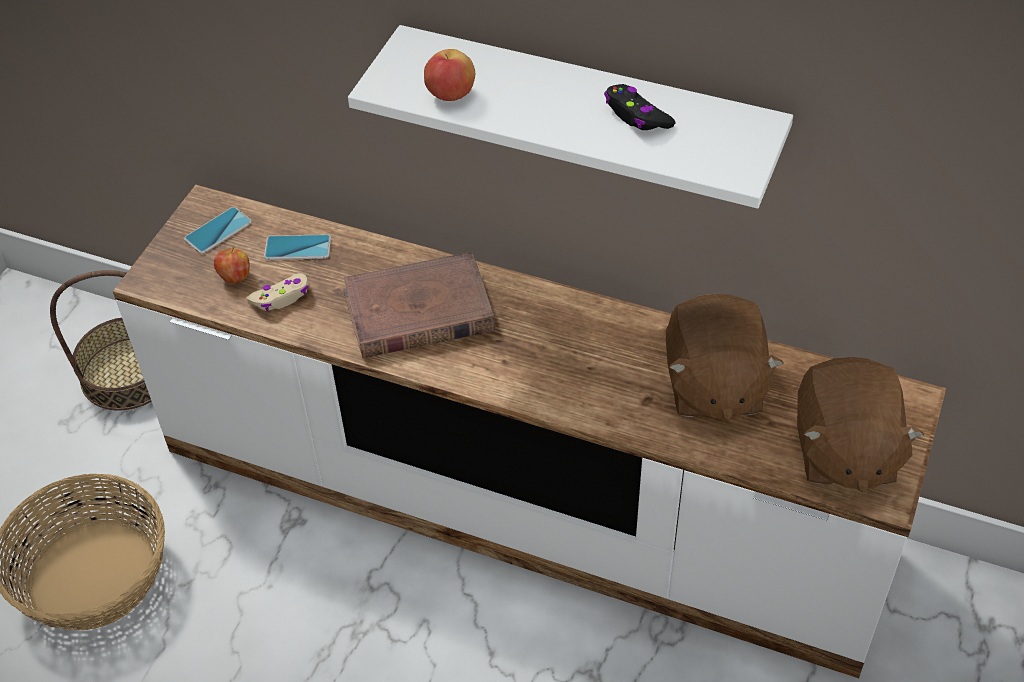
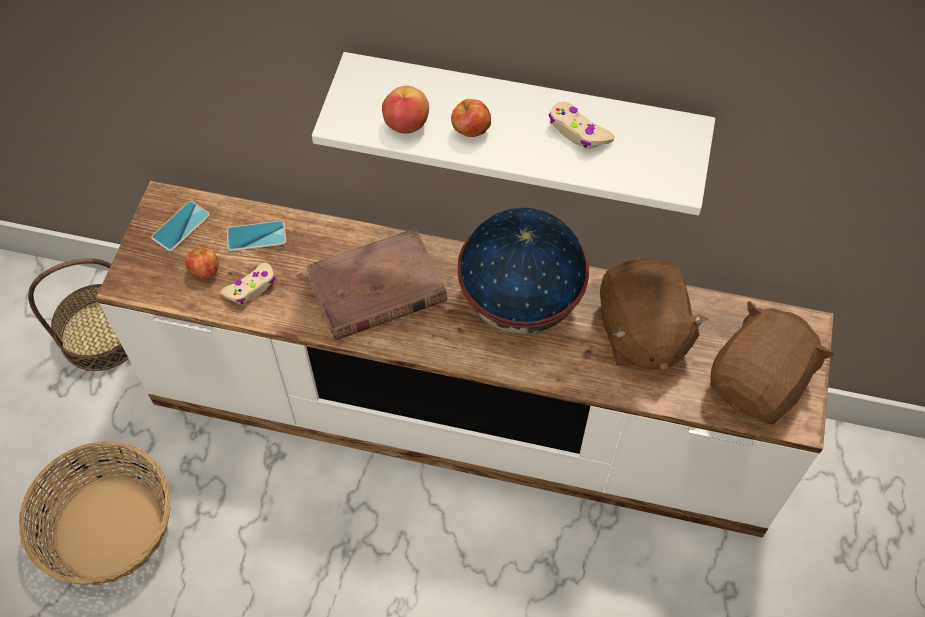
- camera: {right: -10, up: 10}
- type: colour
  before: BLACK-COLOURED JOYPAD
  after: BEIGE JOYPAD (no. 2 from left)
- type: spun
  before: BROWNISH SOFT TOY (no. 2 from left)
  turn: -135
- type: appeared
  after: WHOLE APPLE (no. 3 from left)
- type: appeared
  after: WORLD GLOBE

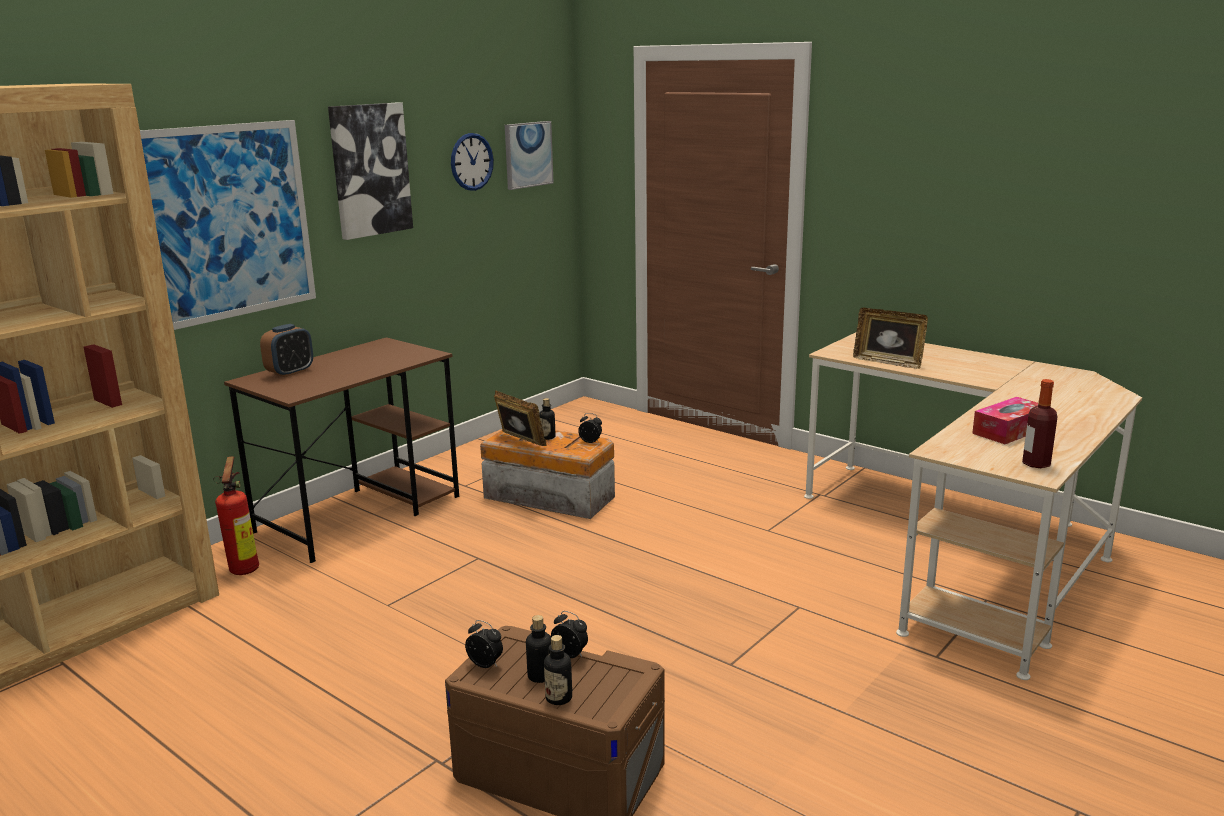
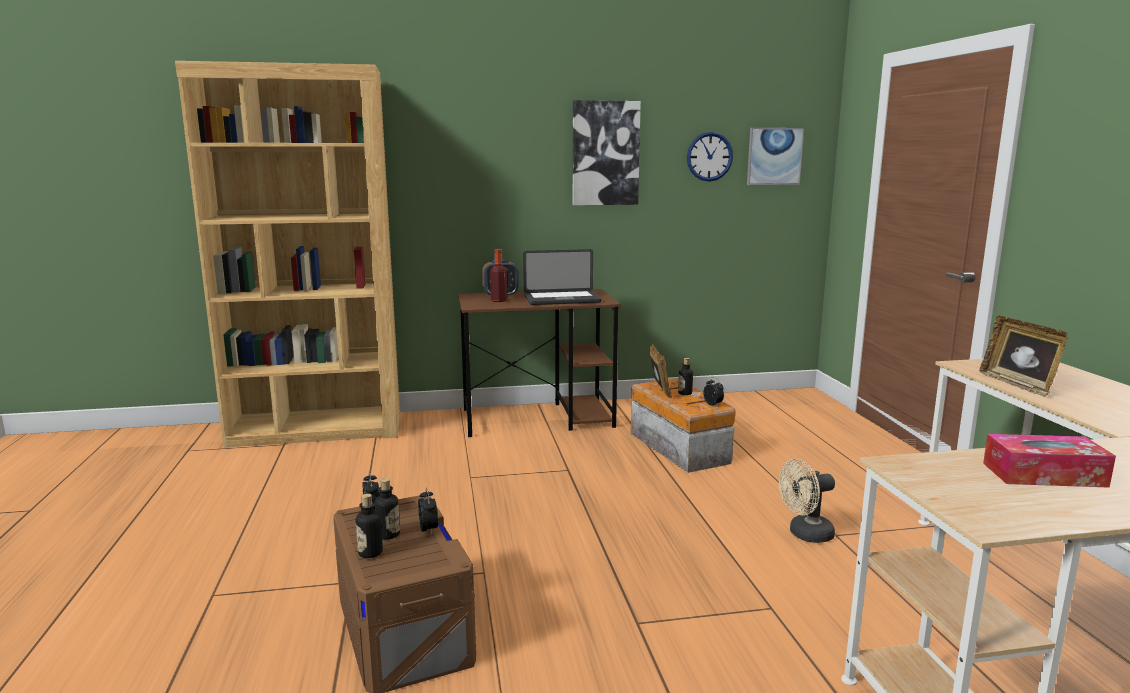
- camera: {right: 40, up: -5}
- type: missing
  before: PICTURE (no. 1 from left)
- type: missing
  before: EXTINGUISHER
- type: relocated
  before: BEVERAGE BOTTLE (no. 4 from left in the first image)
  after: BEVERAGE BOTTLE (no. 3 from left)
- type: appeared
  after: LAPTOP
- type: appeared
  after: BEIGE COOLING FAN

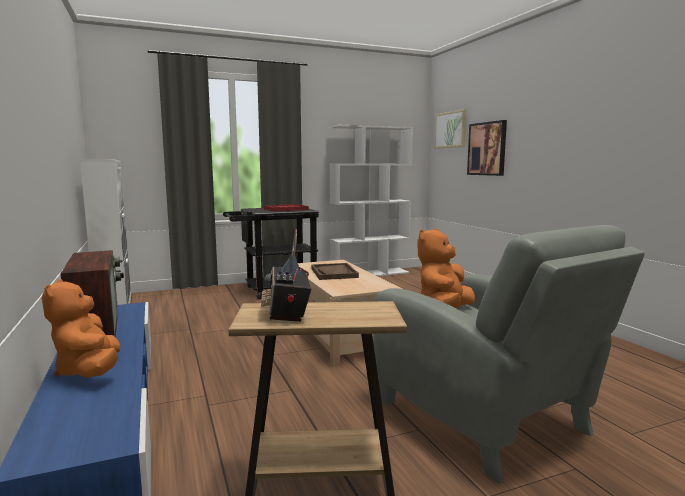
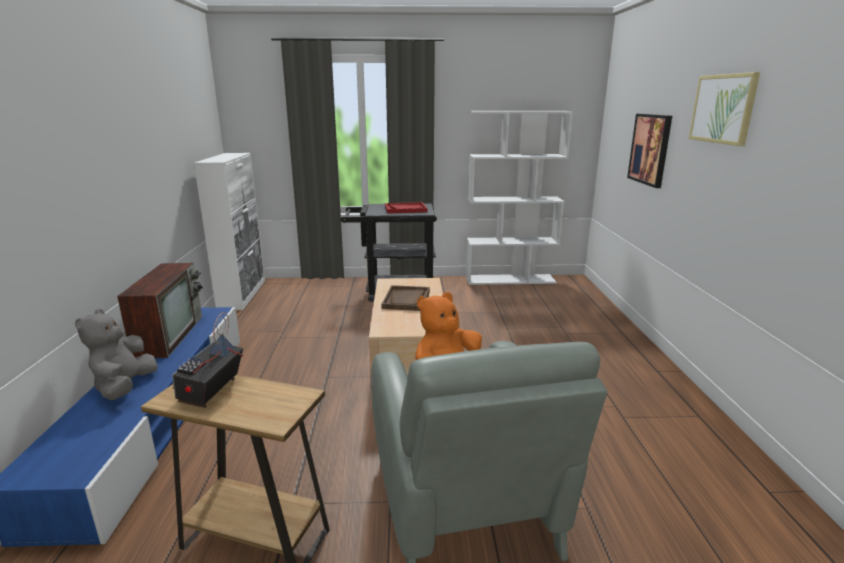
- camera: {right: 20, up: 10}
- type: colour
  before: ORANGE SOFT TOY (no. 1 from left)
  after: GREY SOFT TOY
- type: relocated
  before: PICTURE (no. 1 from left in the first image)
  after: PICTURE (no. 2 from left)

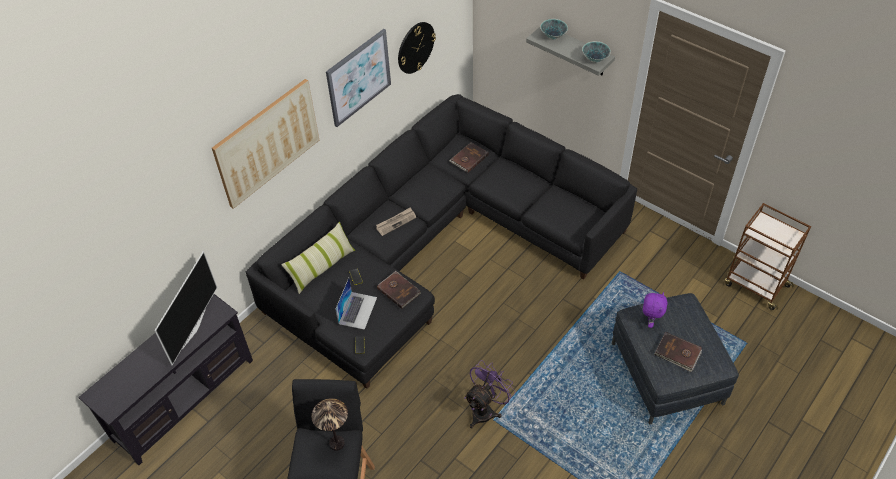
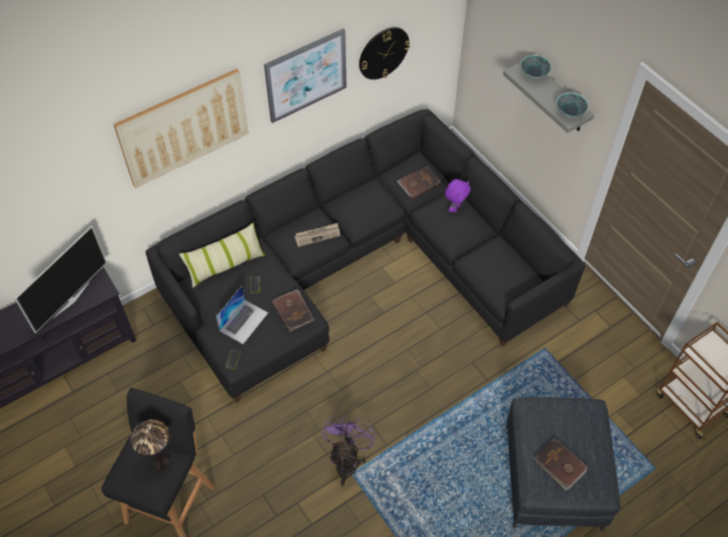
- camera: {right: 15, up: 5}
- type: spun
  before: PURPLE-COLOURED COOLING FAN
  turn: -45
- type: relocated
  before: PURPLE-COLOURED SOFT TOY

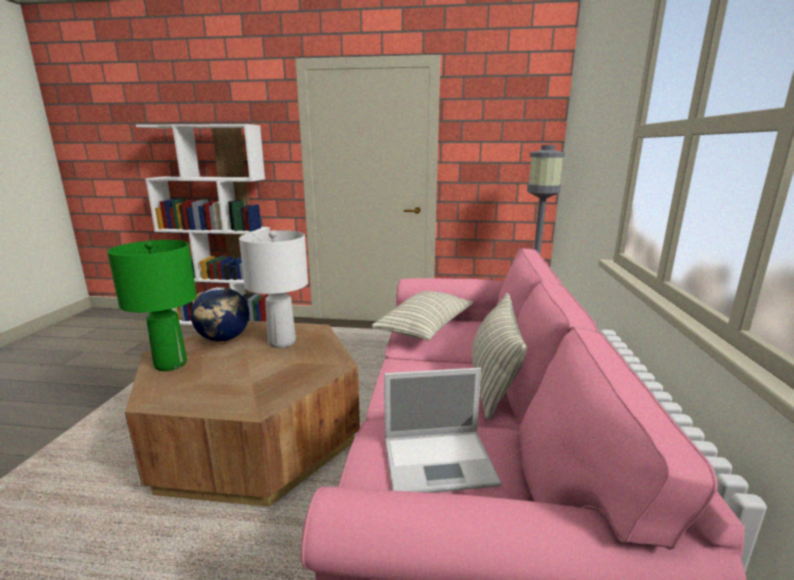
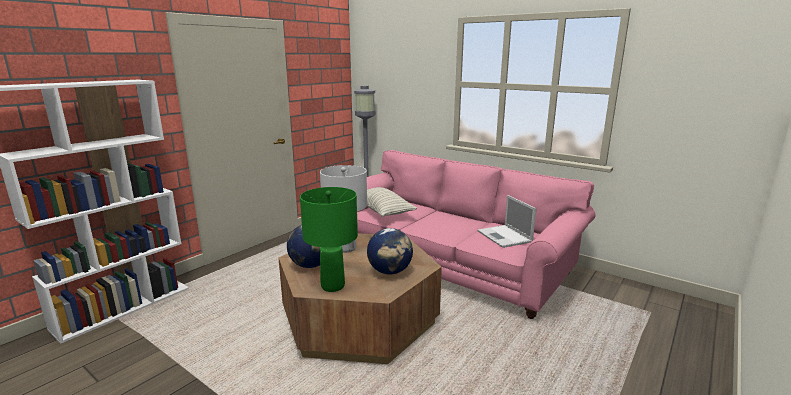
- camera: {right: -60, up: 0}
- type: spun
  before: LAPTOP
  turn: 135
- type: missing
  before: PILLOW (no. 2 from left)
- type: appeared
  after: WORLD GLOBE (no. 2 from left)

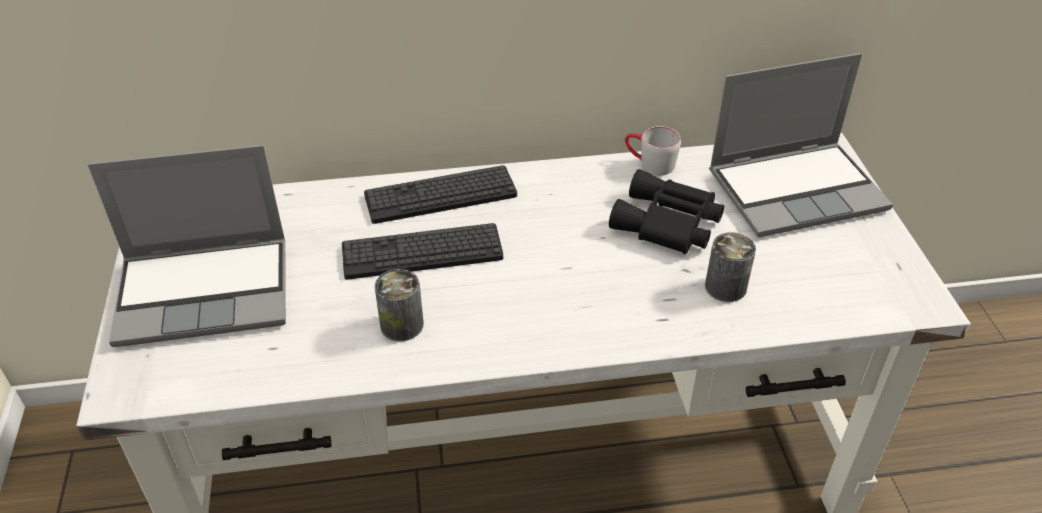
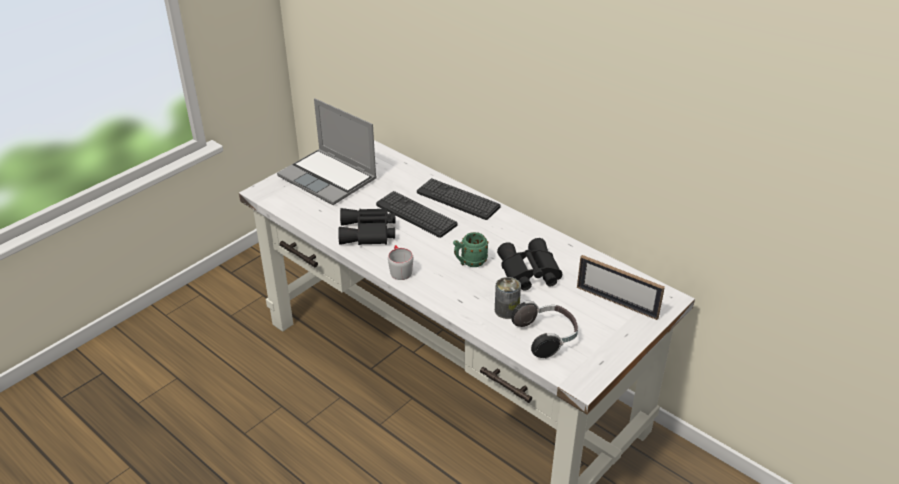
- camera: {right: 50, up: -5}
- type: exchanged
  before: CAN (no. 1 from left)
  after: BLACK-COLOURED BINOCULARS (no. 1 from left)
- type: relocated
  before: GREY COFFEE MUG
- type: exchanged
  before: LAPTOP (no. 2 from left)
  after: PICTURE FRAME
- type: appeared
  after: GREEN-COLOURED COFFEE MUG
- type: appeared
  after: HEADPHONES

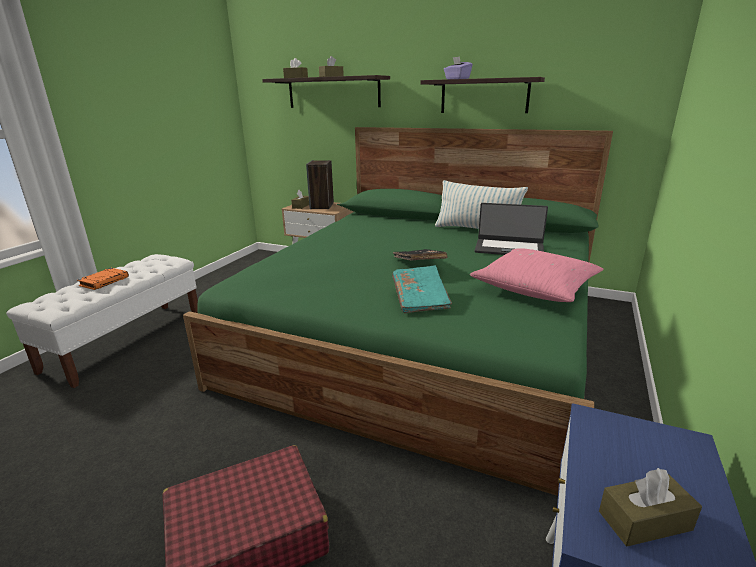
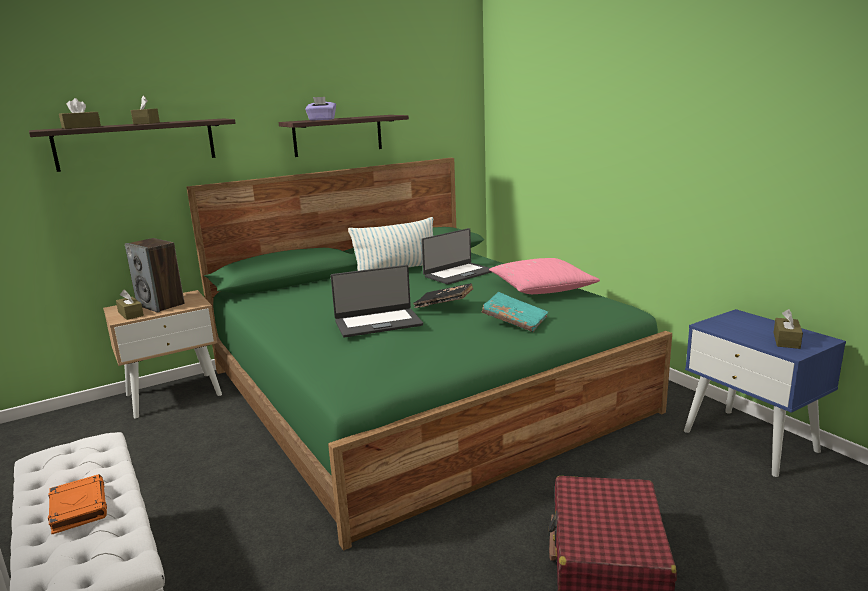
- camera: {right: -55, up: -5}
- type: appeared
  after: LAPTOP (no. 1 from left)

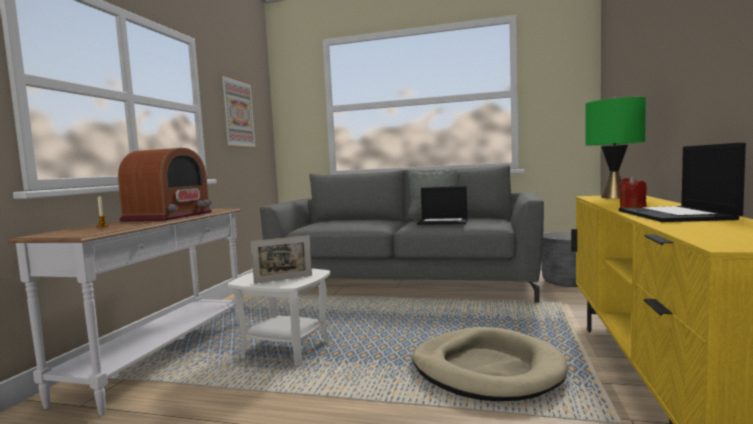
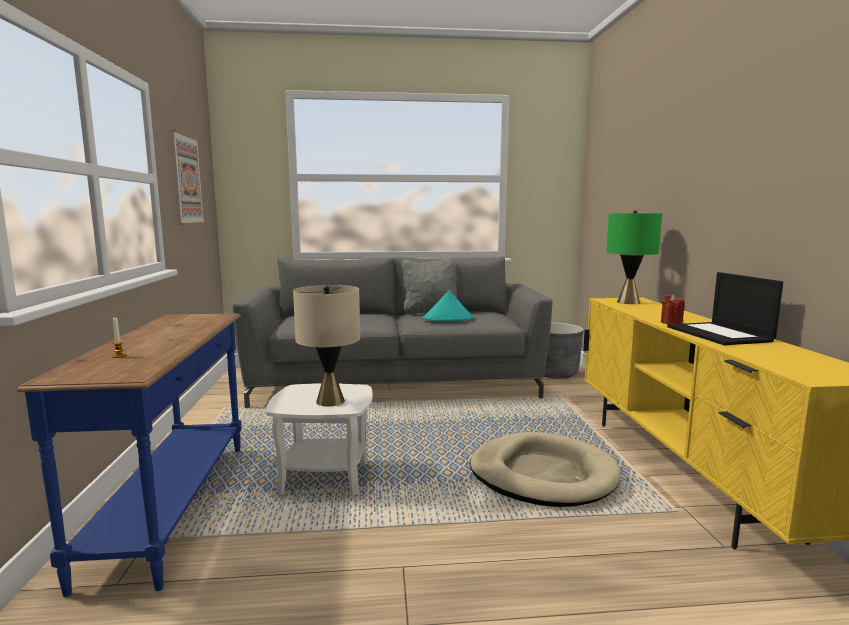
- camera: {right: -20, up: 5}
- type: colour
  before: WHITE-COLOURED CONSOLE TABLE
  after: BLUISH CONSOLE TABLE
- type: missing
  before: RADIO RECEIVER
- type: exchanged
  before: PICTURE FRAME
  after: BEIGE TABLE LAMP
- type: exchanged
  before: LAPTOP (no. 1 from left)
  after: TURQUOISE CLOTHING HAT

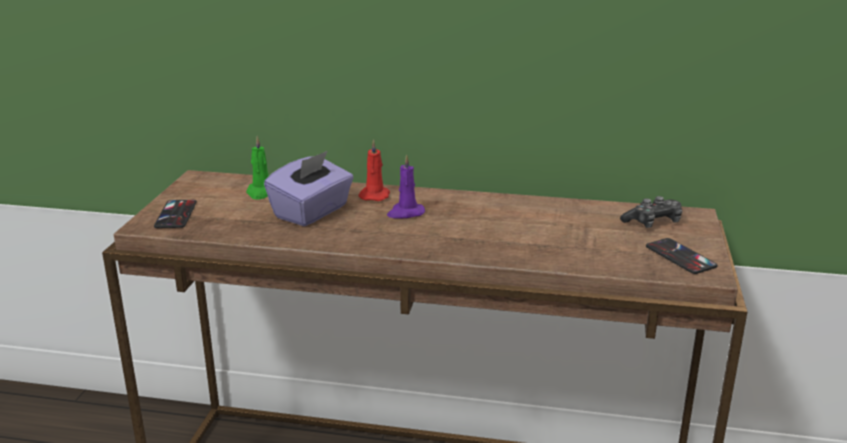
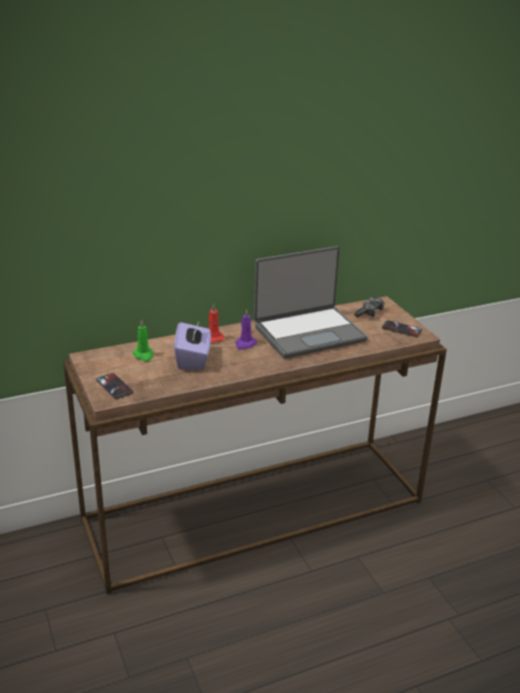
- camera: {right: -35, up: 5}
- type: appeared
  after: LAPTOP

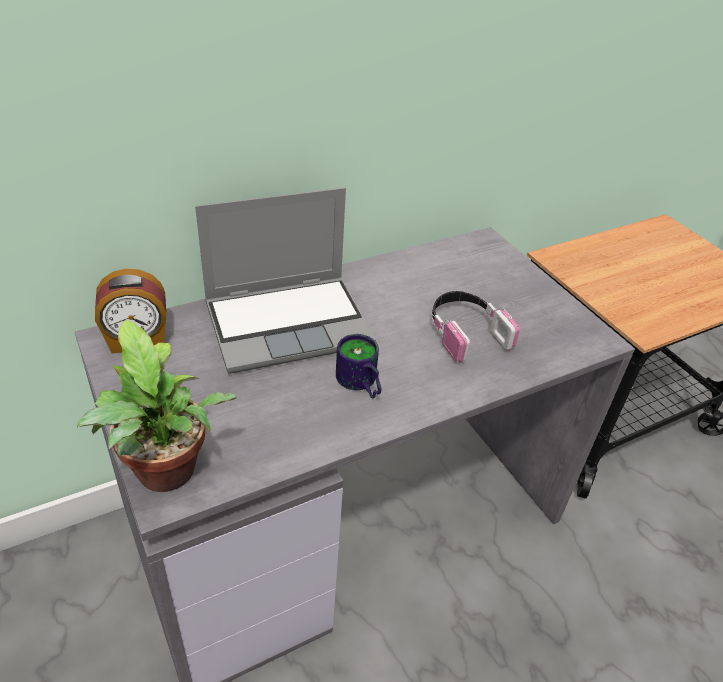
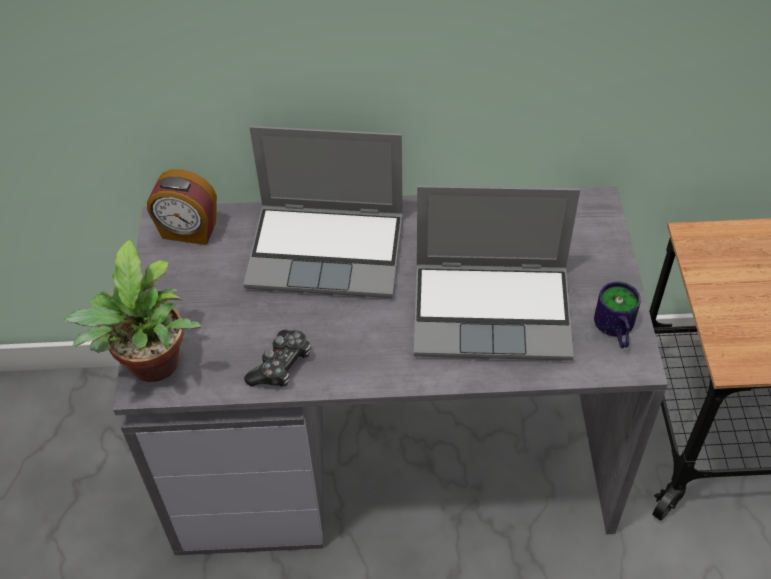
- camera: {right: 30, up: 10}
- type: relocated
  before: COFFEE MUG
- type: exchanged
  before: HEADPHONES
  after: LAPTOP (no. 2 from left)
- type: appeared
  after: JOYPAD

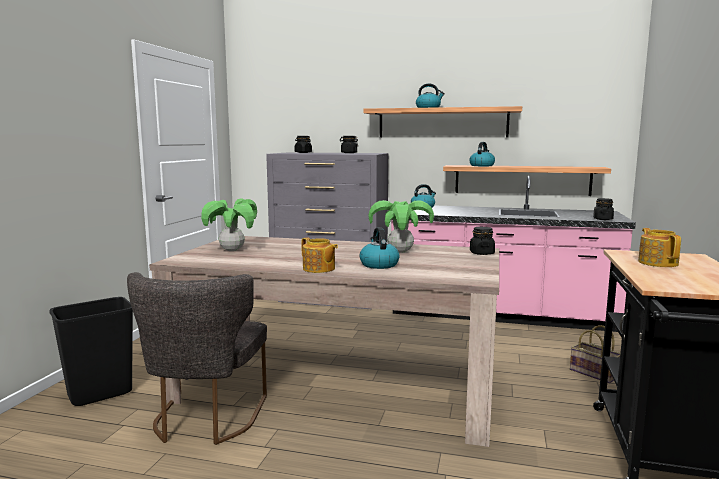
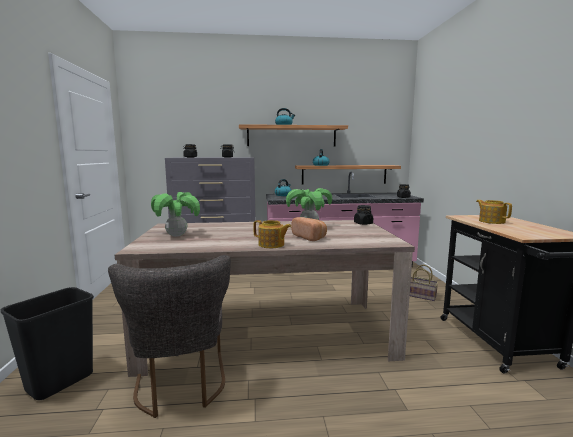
- camera: {right: -20, up: 0}
- type: exchanged
  before: KETTLE (no. 1 from left)
  after: BAKED BREAD

